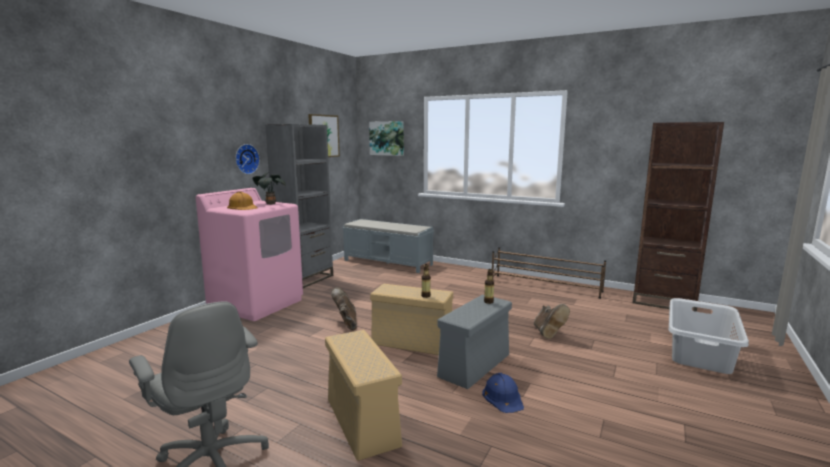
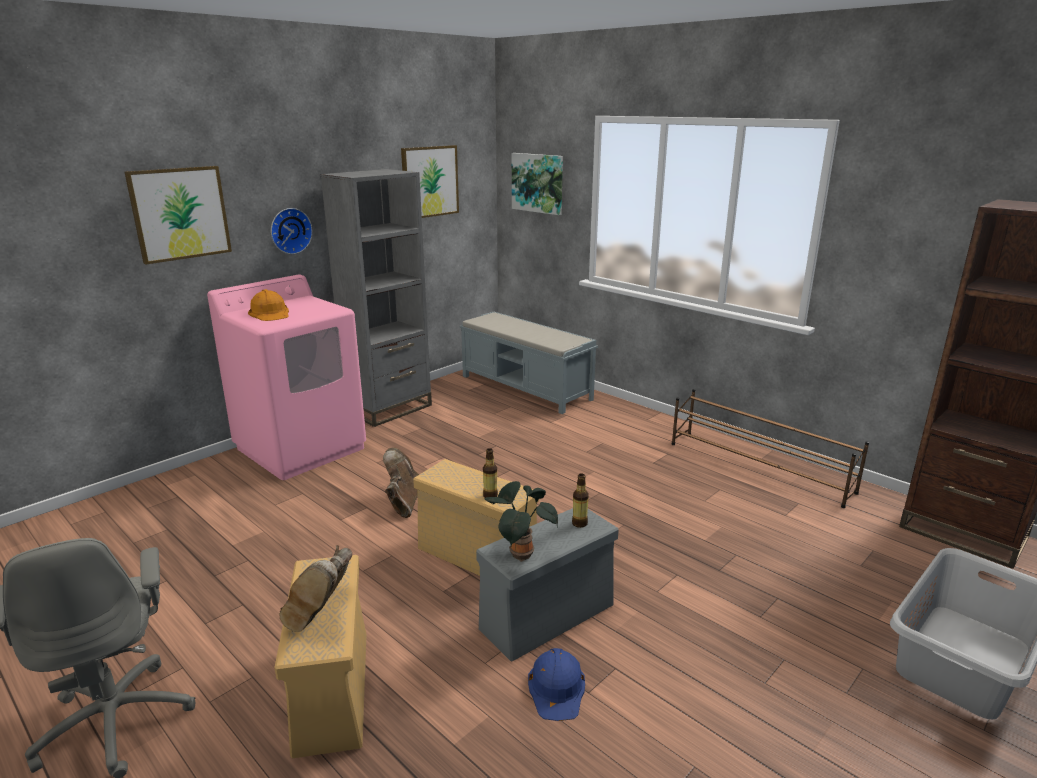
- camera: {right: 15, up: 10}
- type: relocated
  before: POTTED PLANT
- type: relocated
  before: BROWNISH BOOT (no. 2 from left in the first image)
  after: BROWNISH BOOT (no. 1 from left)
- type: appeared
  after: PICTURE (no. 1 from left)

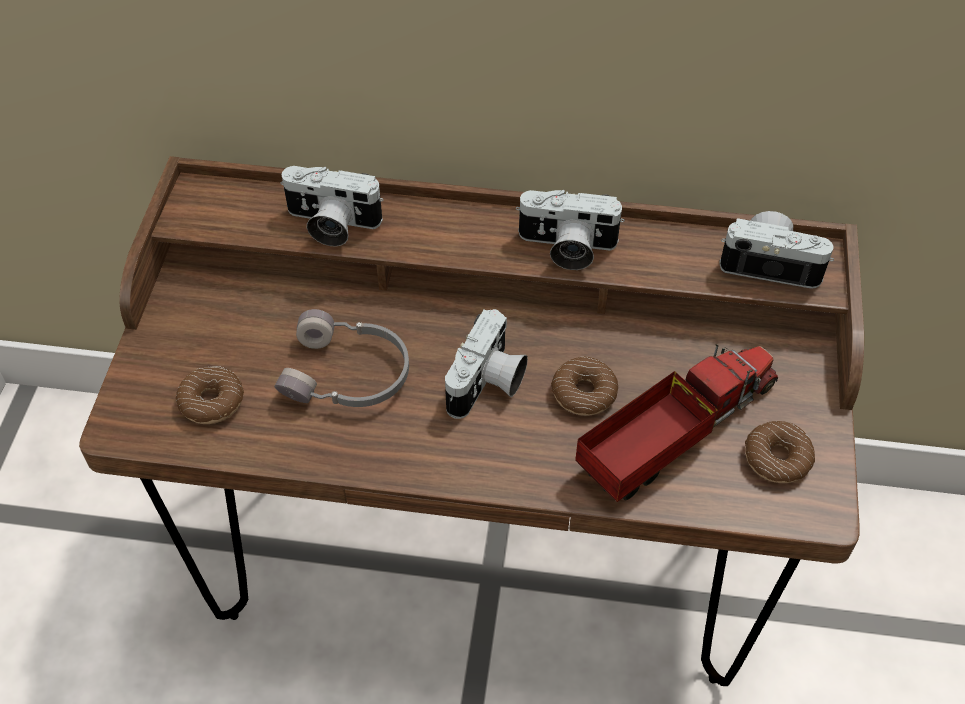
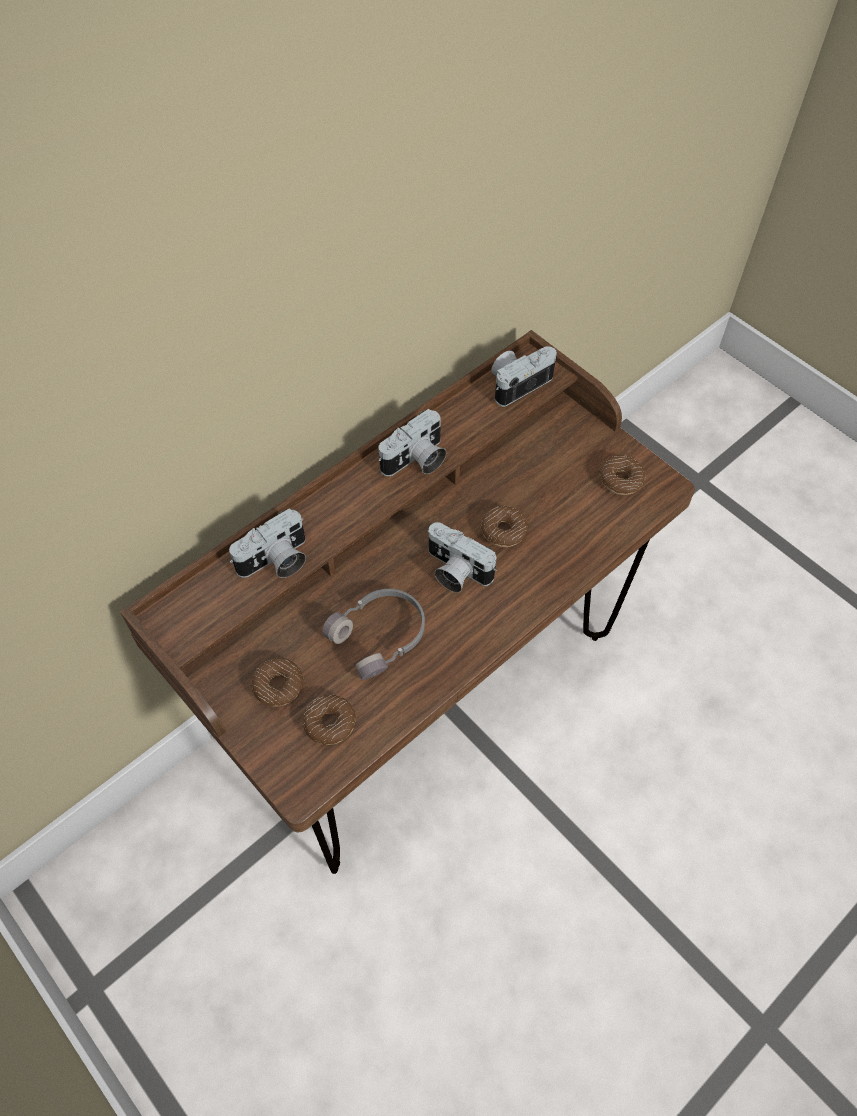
- camera: {right: -50, up: 5}
- type: spun
  before: STILL CAMERA (no. 2 from left in the first image)
  turn: 150
- type: missing
  before: TOY TRUCK
- type: appeared
  after: RING DOUGHNUT (no. 1 from left)

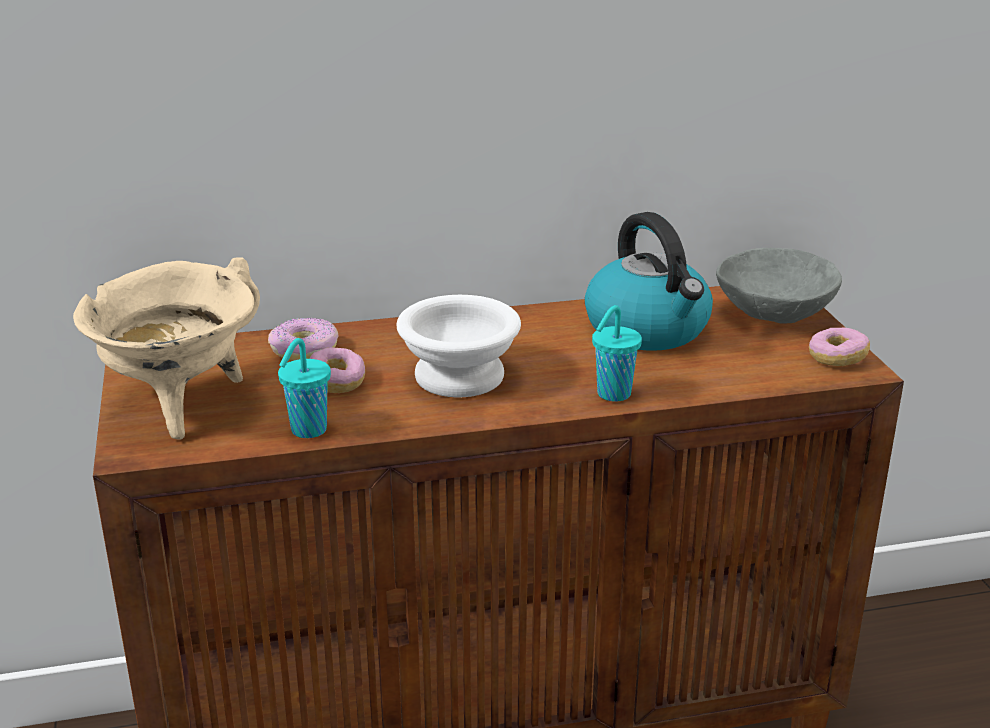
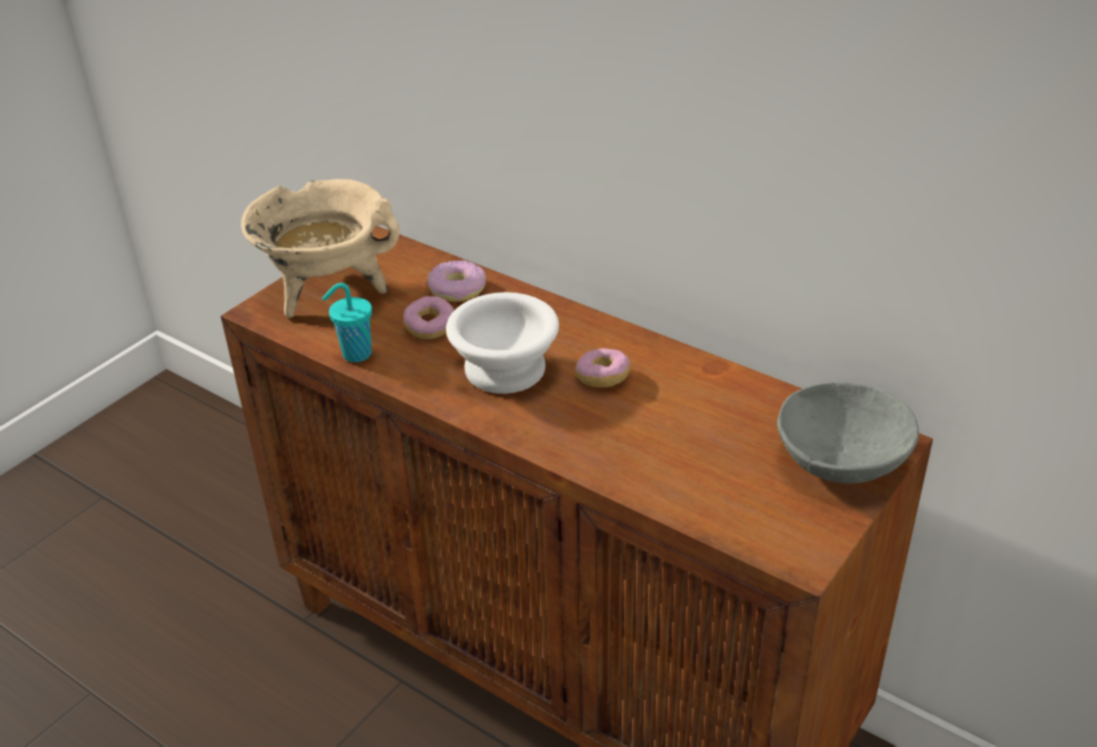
- camera: {right: 50, up: 10}
- type: missing
  before: KETTLE
- type: missing
  before: TURQUOISE SMALL CUP (no. 2 from left)
- type: relocated
  before: RING DOUGHNUT (no. 3 from left)

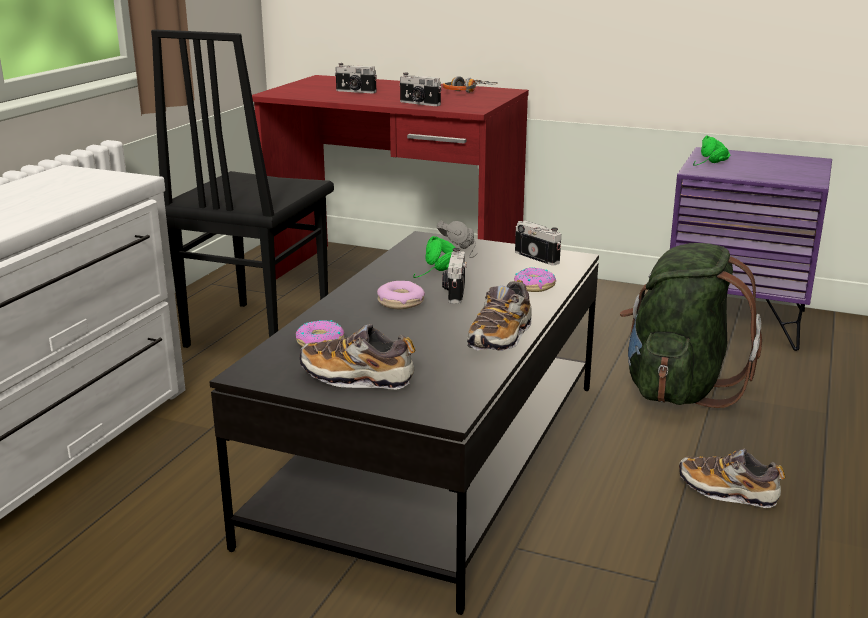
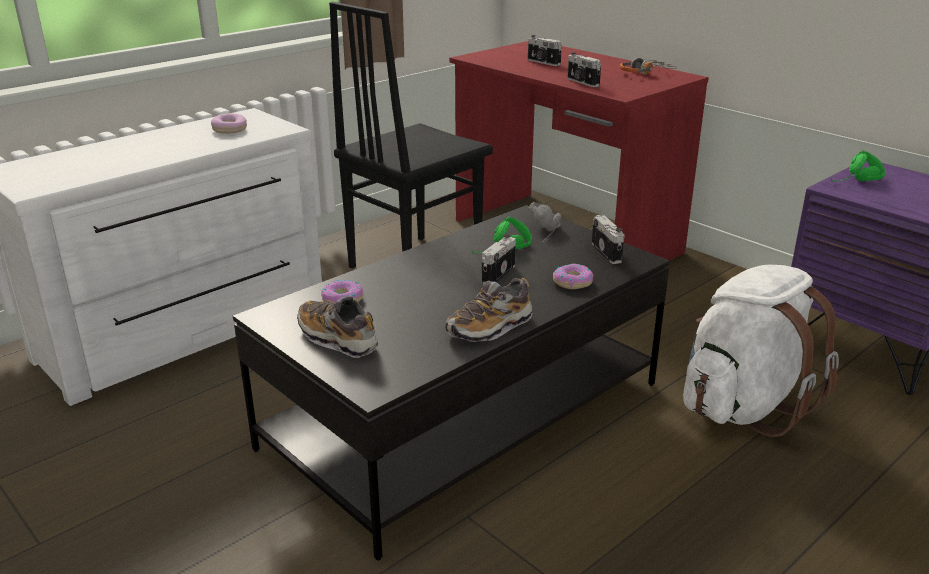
- camera: {right: 25, up: 5}
- type: relocated
  before: RING DOUGHNUT (no. 2 from left in the first image)
  after: RING DOUGHNUT (no. 1 from left)
- type: colour
  before: GREEN-COLOURED KNAPSACK
  after: WHITE-COLOURED KNAPSACK
- type: missing
  before: SHOE (no. 3 from left)

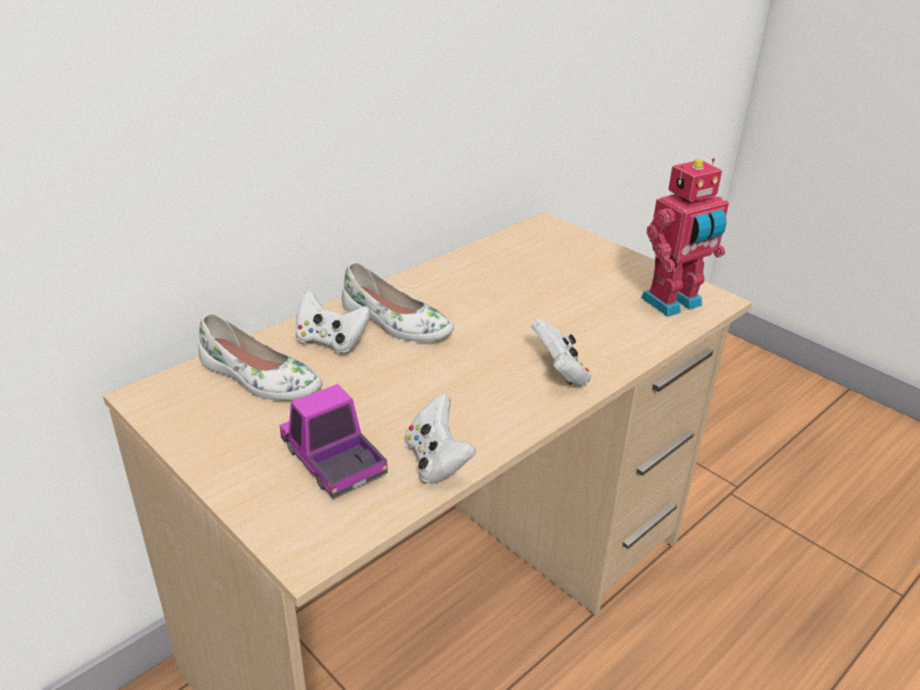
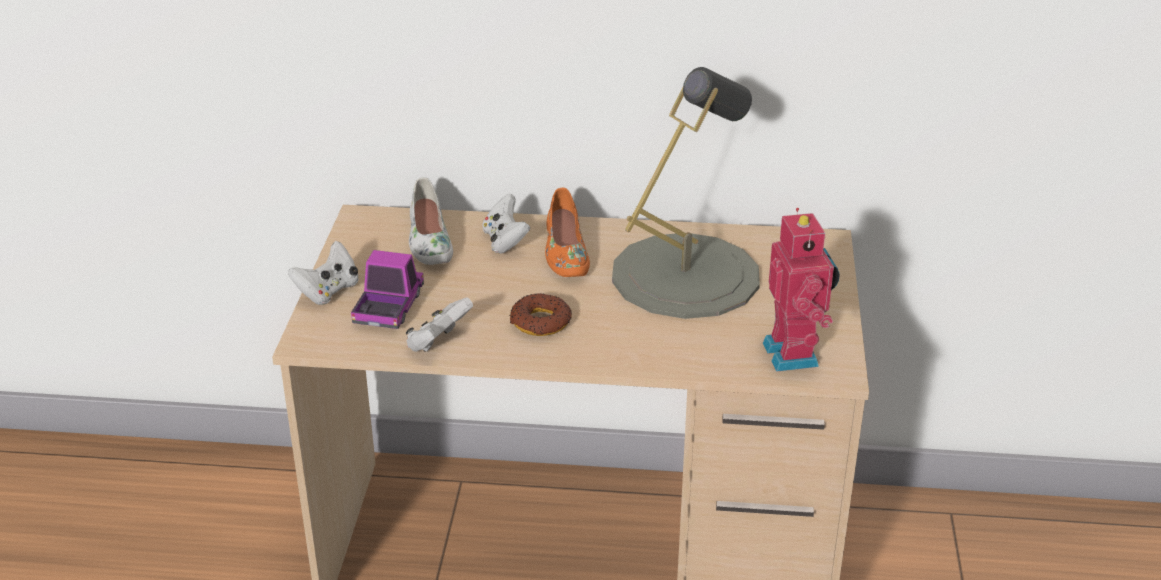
- camera: {right: 50, up: 0}
- type: colour
  before: WHITE-COLOURED SHOE (no. 2 from left)
  after: ORANGE SHOE
- type: relocated
  before: WHITE-COLOURED JOYPAD (no. 3 from left in the first image)
  after: WHITE-COLOURED JOYPAD (no. 1 from left)
- type: spun
  before: ROBOT FIGURE
  turn: -120
- type: appeared
  after: RING DOUGHNUT
- type: appeared
  after: GREY TABLE LAMP

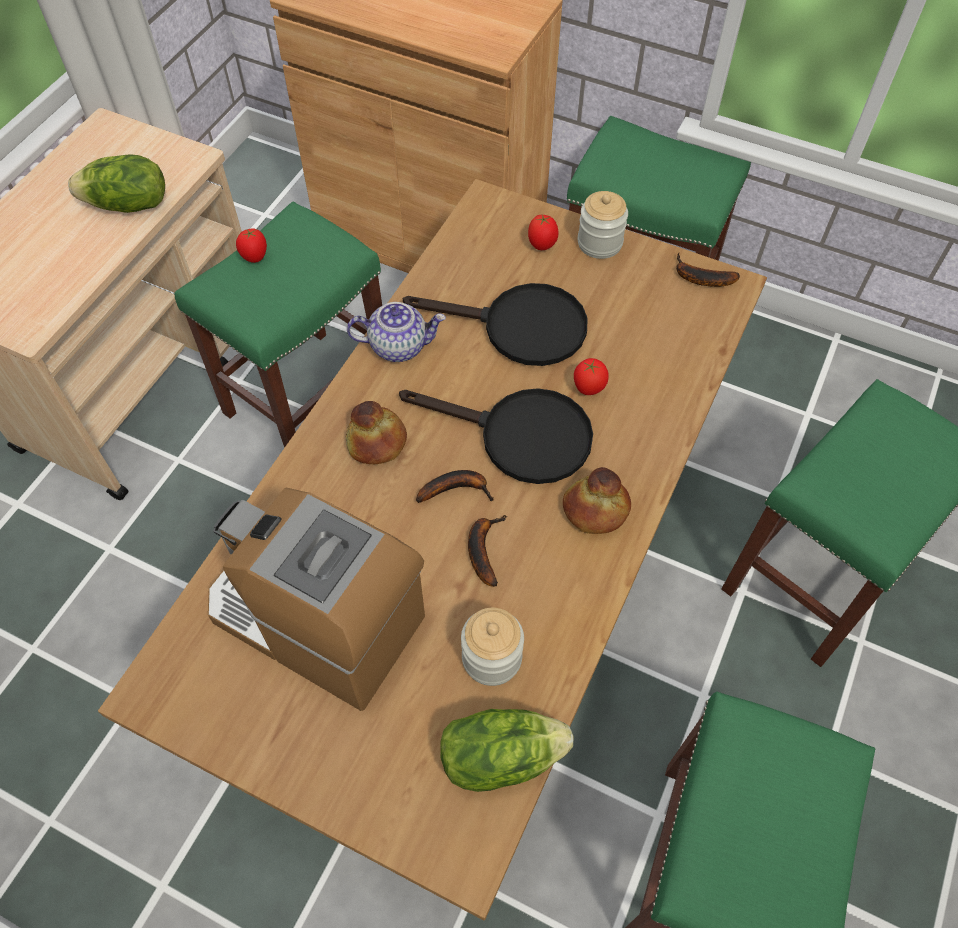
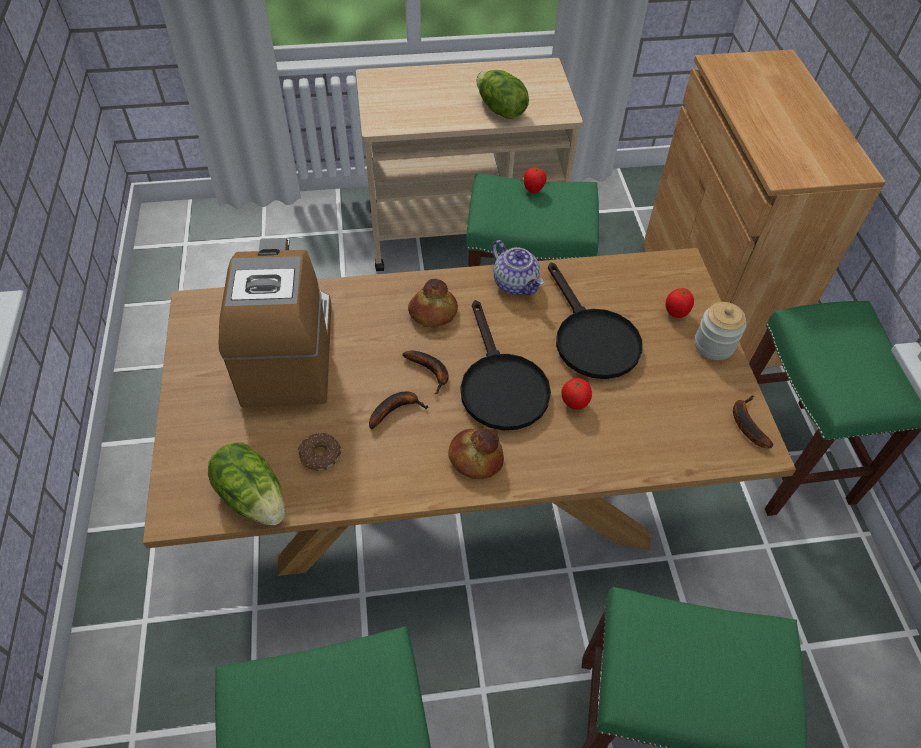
- camera: {right: 55, up: -5}
- type: exchanged
  before: JAR (no. 1 from left)
  after: RING DOUGHNUT

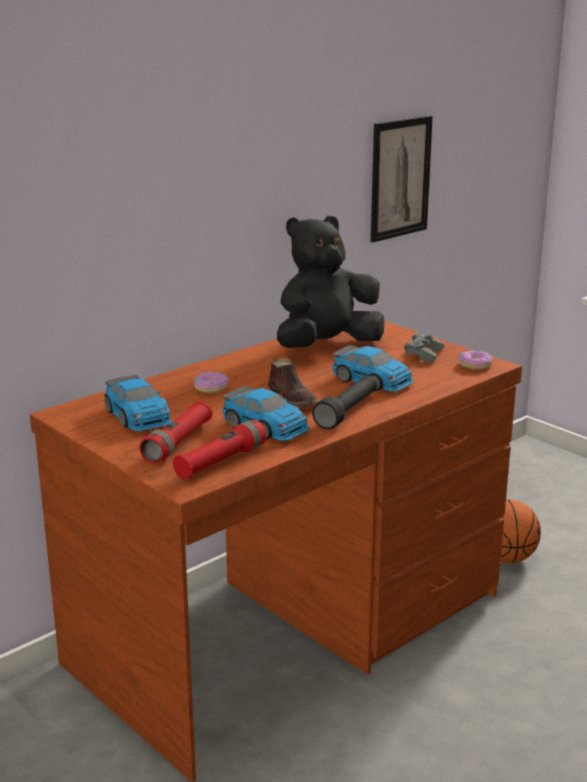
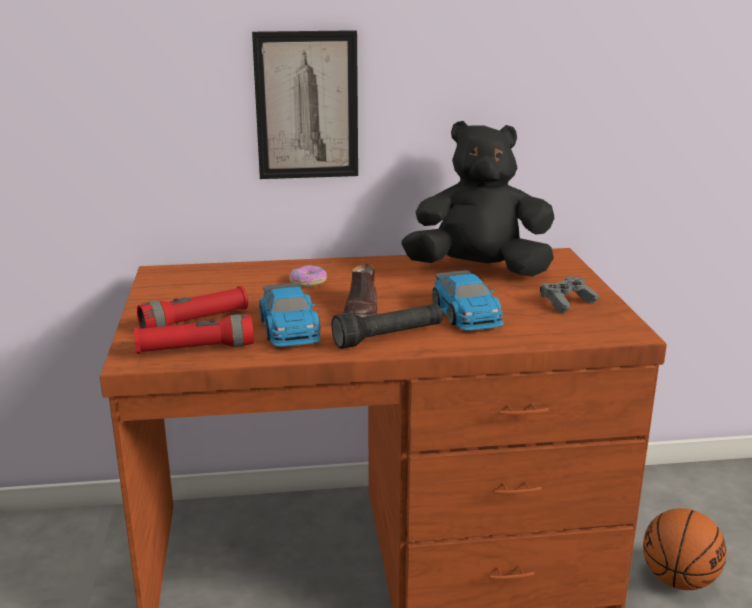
- camera: {right: 35, up: 0}
- type: missing
  before: MODEL CAR (no. 1 from left)
- type: relocated
  before: PICTURE
- type: missing
  before: RING DOUGHNUT (no. 2 from left)

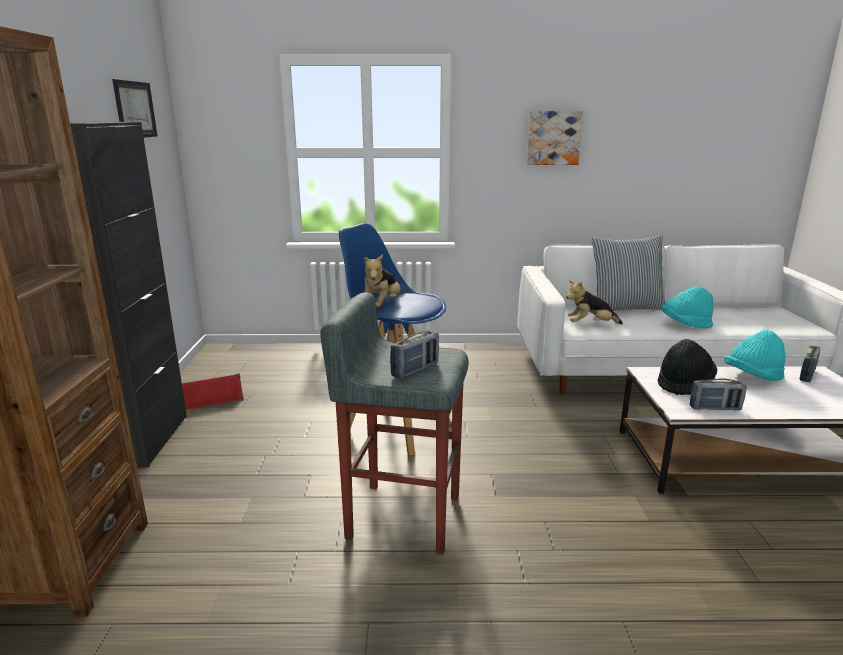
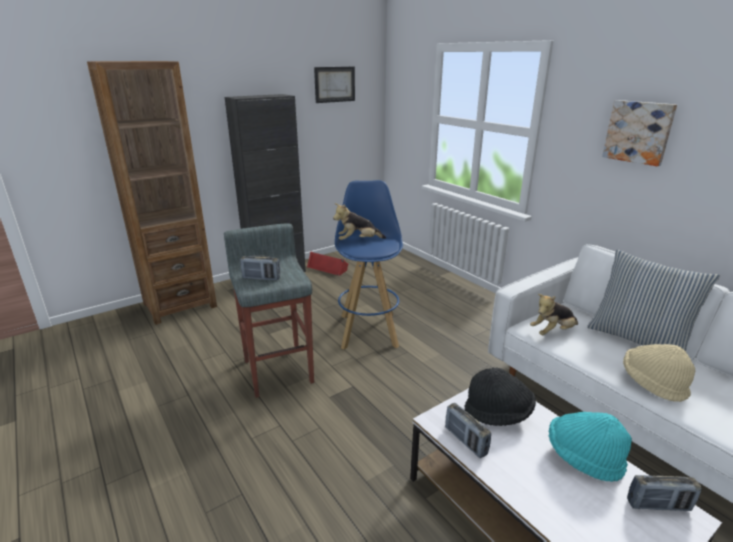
- camera: {right: 55, up: 5}
- type: spun
  before: SOFT TOY (no. 2 from left)
  turn: -75
- type: colour
  before: TURQUOISE CLOTHING HAT (no. 1 from left)
  after: BEIGE CLOTHING HAT

